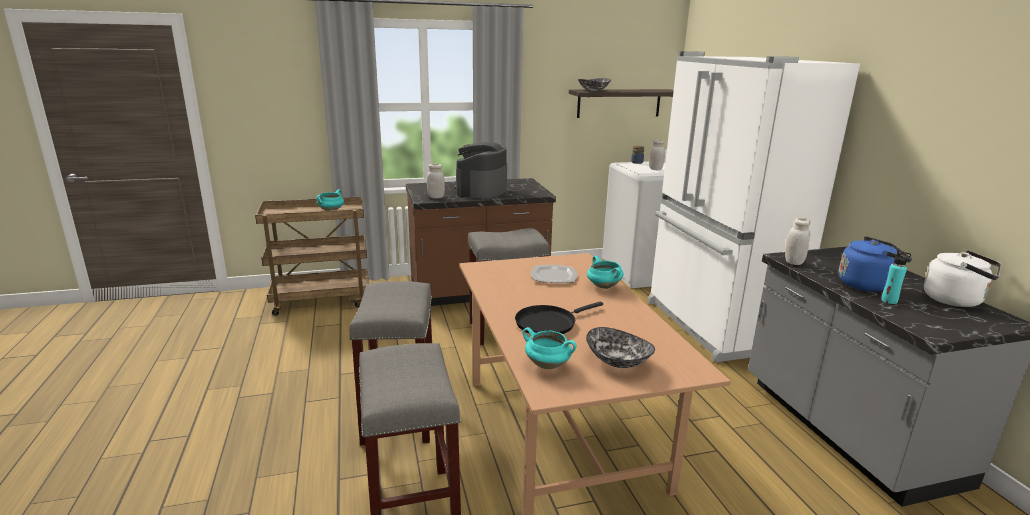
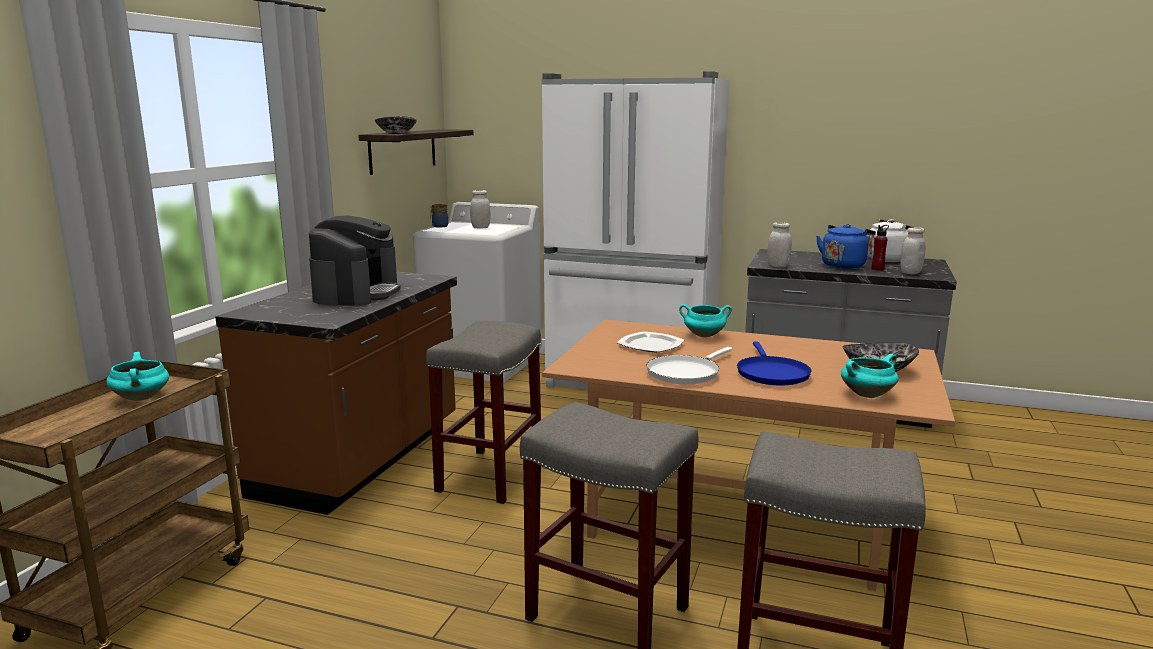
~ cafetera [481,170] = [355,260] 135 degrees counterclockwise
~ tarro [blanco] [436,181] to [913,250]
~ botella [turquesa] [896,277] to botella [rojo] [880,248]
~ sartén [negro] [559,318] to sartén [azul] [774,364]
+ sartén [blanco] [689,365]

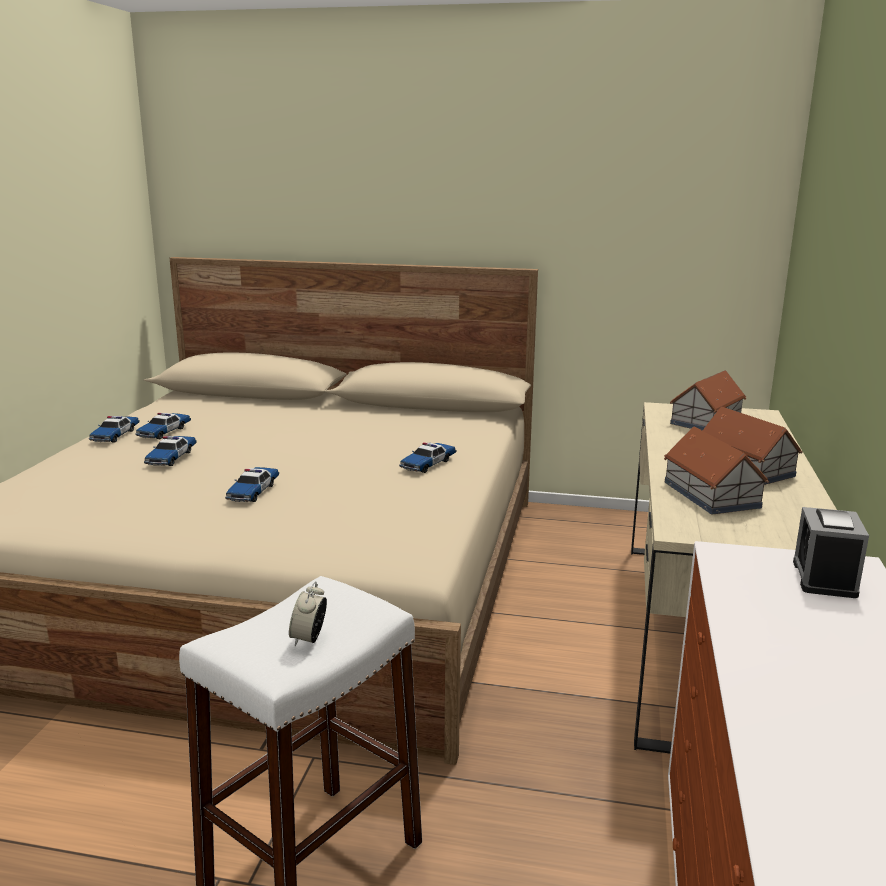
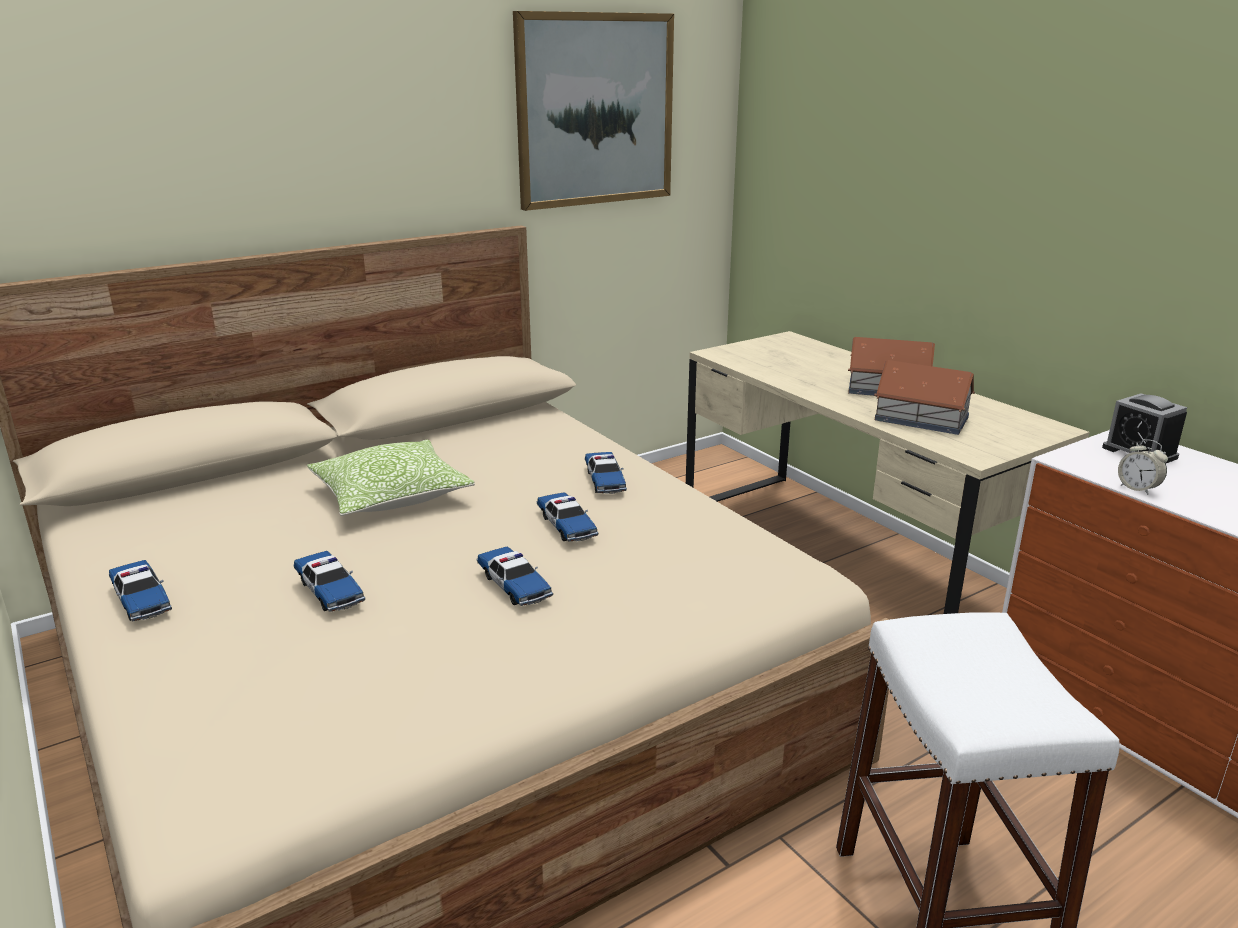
- casita [708,400]
~ coche de juguete [163,426] to [567,517]
~ despertador [308,613] to [1143,467]
+ cuadro [593,111]
+ cojín [391,477]

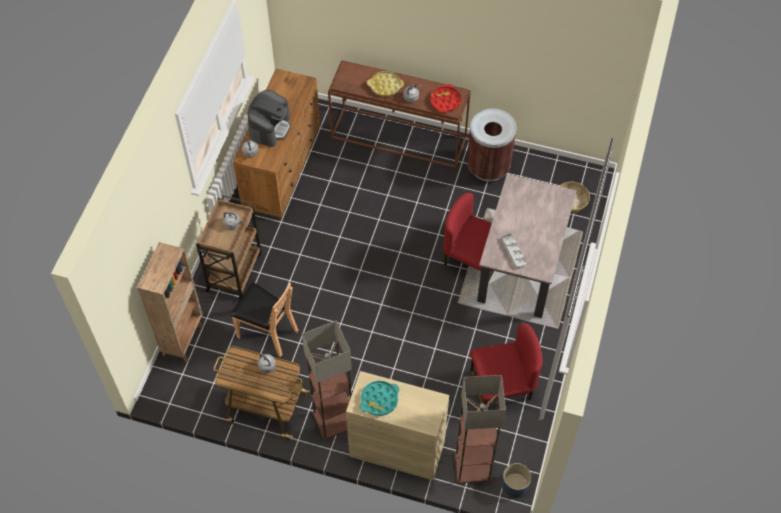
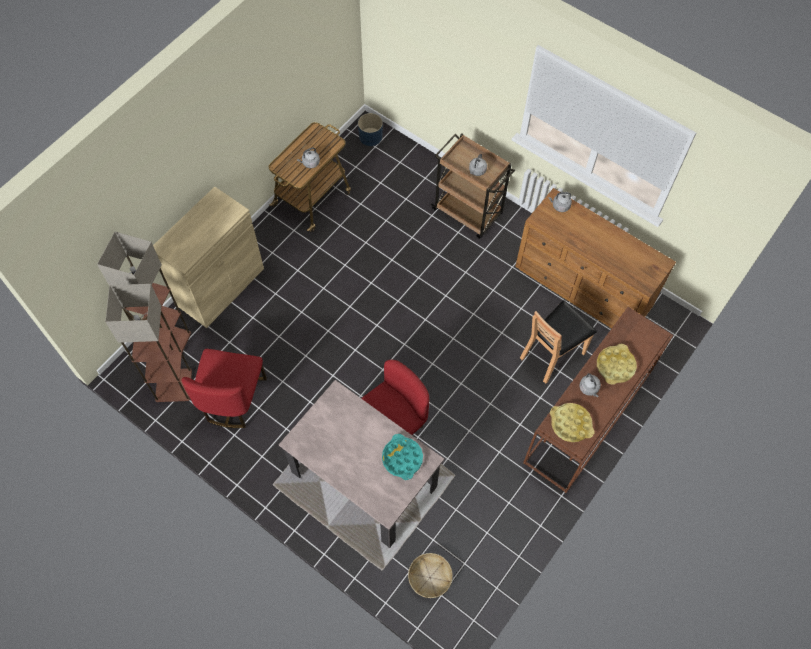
~ bandeja [rojo] [445,98] to bandeja [amarillo] [572,422]
- cafetera [269,118]
- papelera [marrón] [492,144]
- bandeja [gris] [514,251]
- estantería [marrón] [170,302]
~ silla [marrón] [264,319] to [558,342]
~ lámpara de pie [327,380] to [148,343]
~ bandeja [turquesa] [379,398] to [402,457]
~ maceta [azul] [516,480] to [370,129]

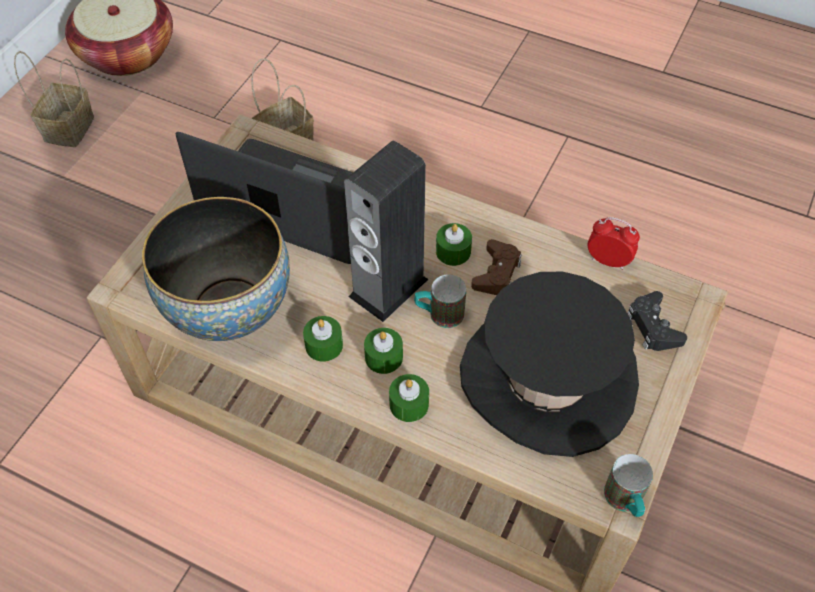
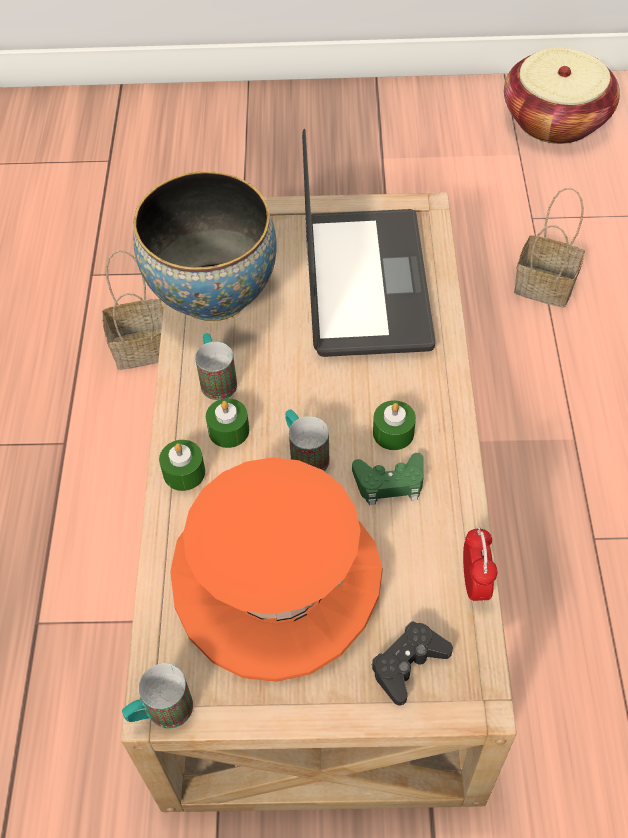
~ cesta [54,99] to [133,310]
- altavoz [386,231]
~ mando de consola [marrón] [496,267] to mando de consola [verde] [388,479]
~ sombrero [negro] [549,364] to sombrero [naranja] [276,569]
~ vela [verde] [323,339] to taza grande [216,366]

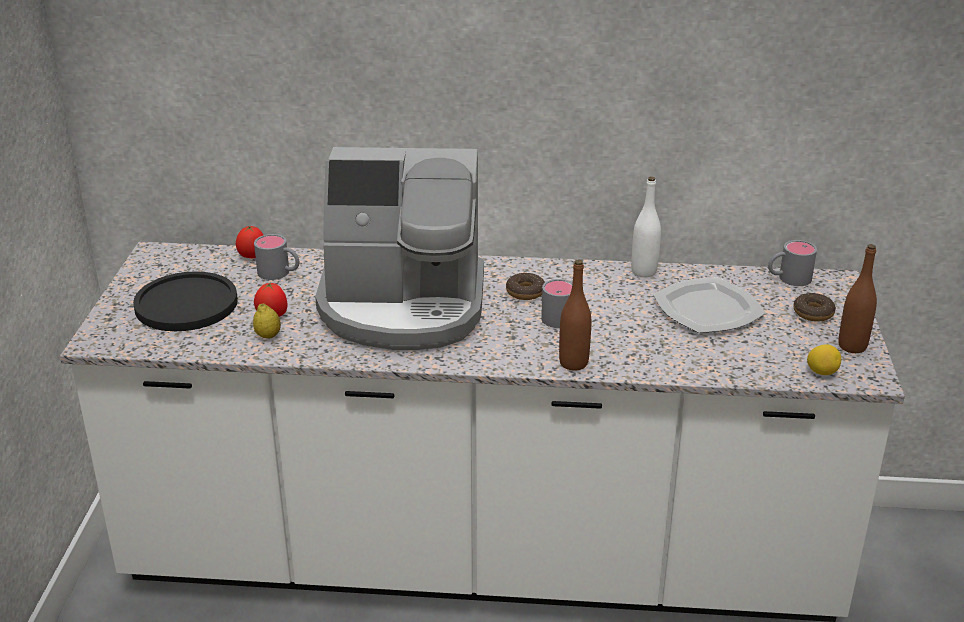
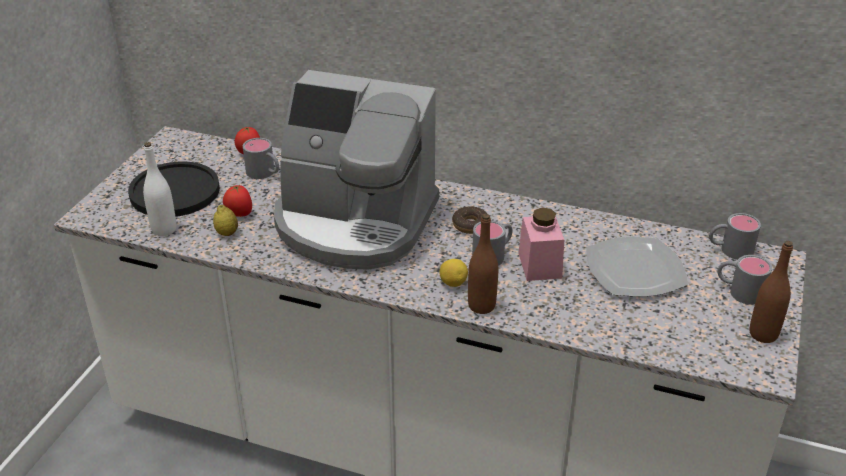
~ botella [blanco] [646,227] to [159,189]
~ rosquilla [814,307] to taza grande [gris] [744,280]
~ limón [824,359] to [453,273]
+ tarro [rosa] [541,244]

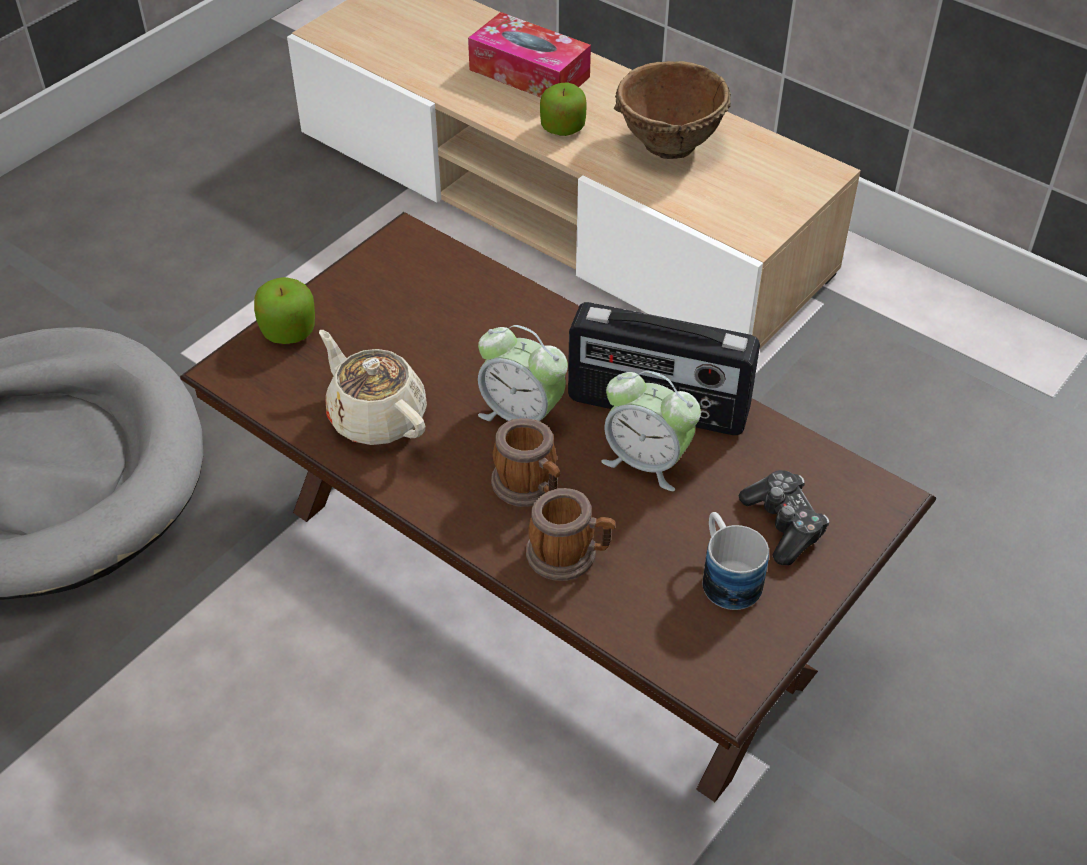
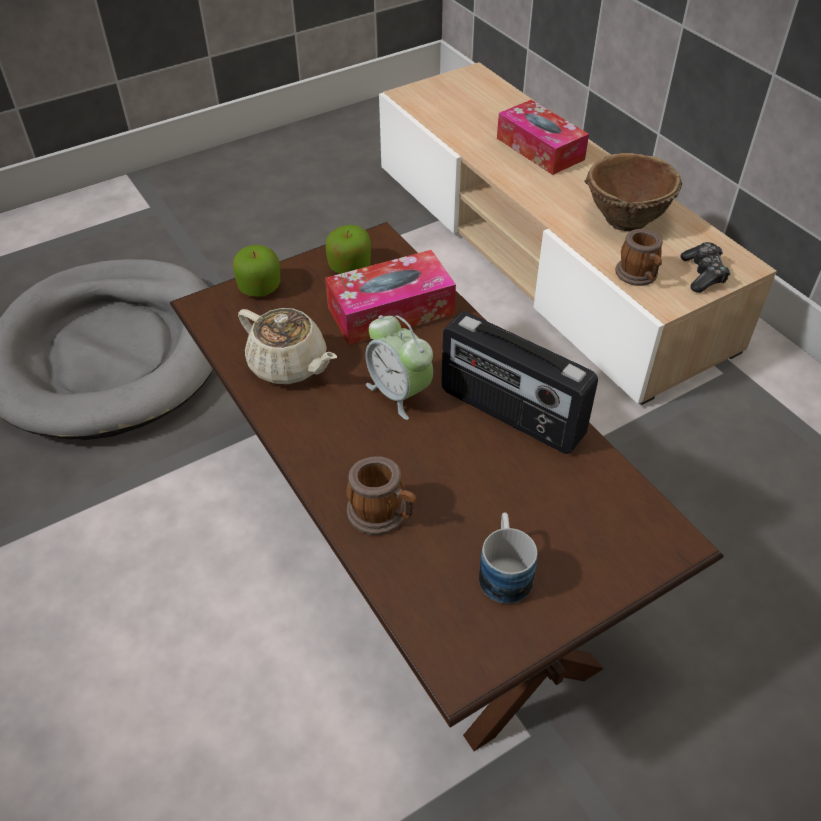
~ manzana [563,109] to [348,249]
~ tetera [beis] [373,387] = [287,346] 150 degrees clockwise
- despertador [651,431]
~ taza grande [525,462] to [639,257]
~ mando de consola [784,517] to [706,267]
+ caja de pañuelos [390,297]

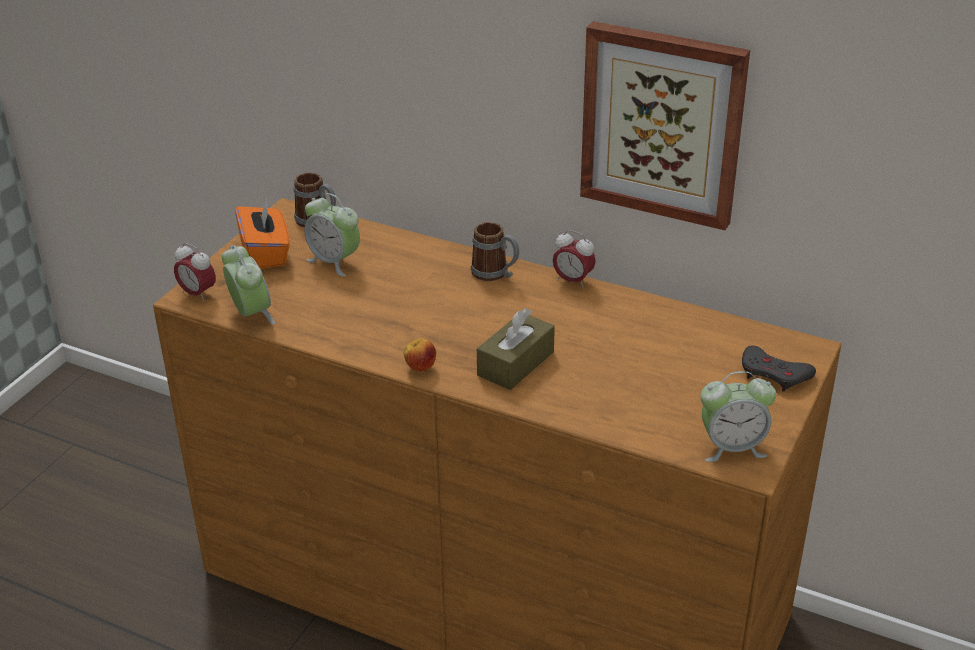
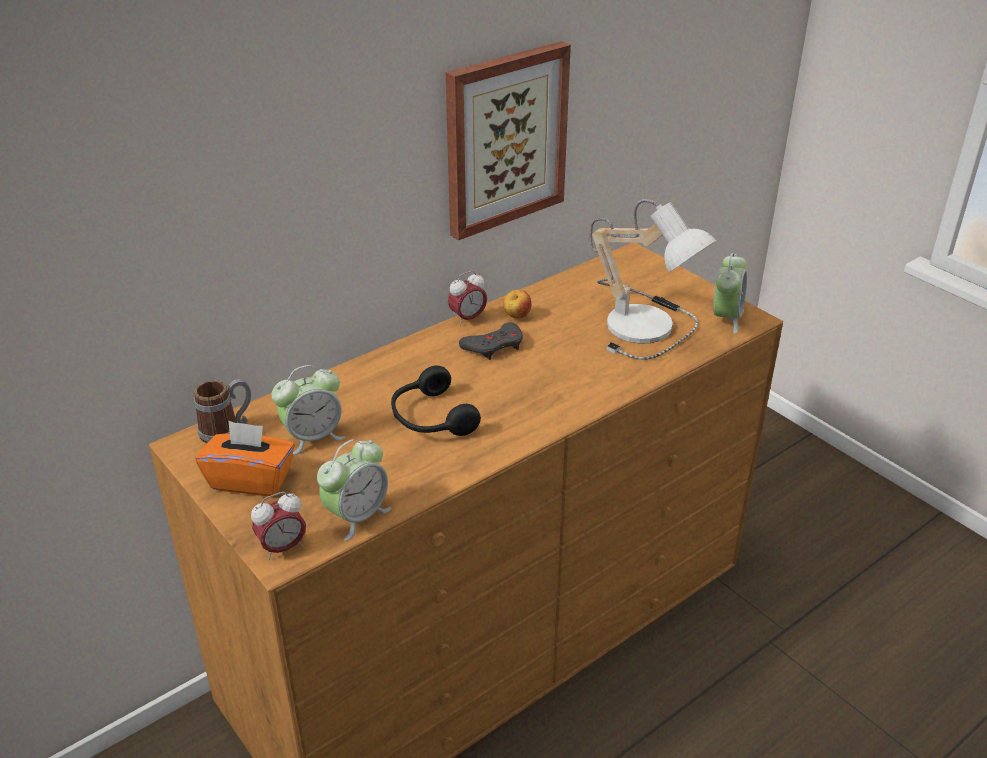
- taza grande [495,251]
~ despertador [248,284] = [354,490] 135 degrees clockwise
- caja de pañuelos [marrón] [516,349]
~ manzana [420,355] to [517,304]
~ mando de consola [gris] [779,368] to [491,341]
+ lámpara de mesa [652,279]
+ auriculares [negro] [436,401]

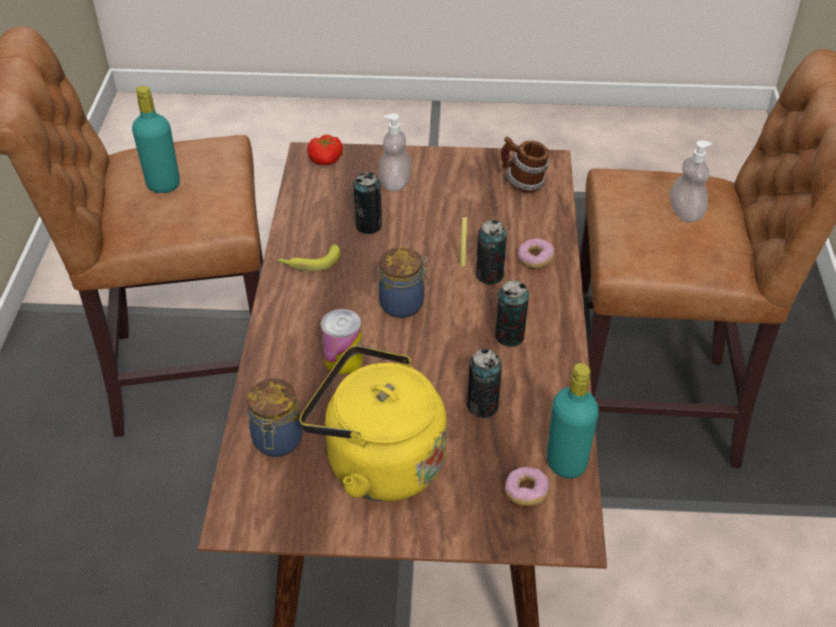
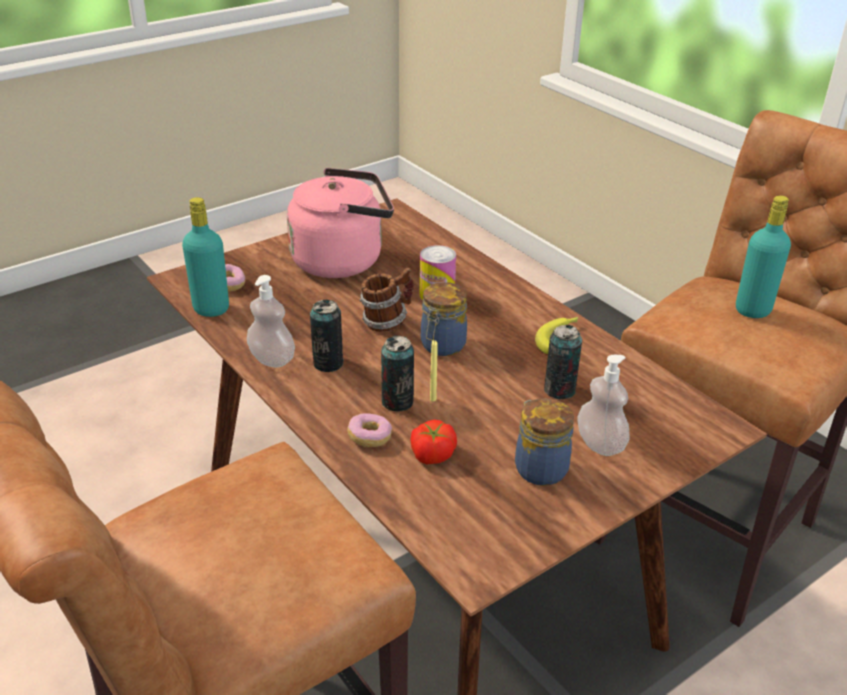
~ tomate [325,150] to [433,442]
~ taza grande [525,165] to [387,300]
~ dispensador de jabón [691,181] to [271,321]
~ hervidor [amarillo] [373,423] to hervidor [rosa] [340,223]
- lata [484,383]
~ tarro [274,418] to [544,442]

